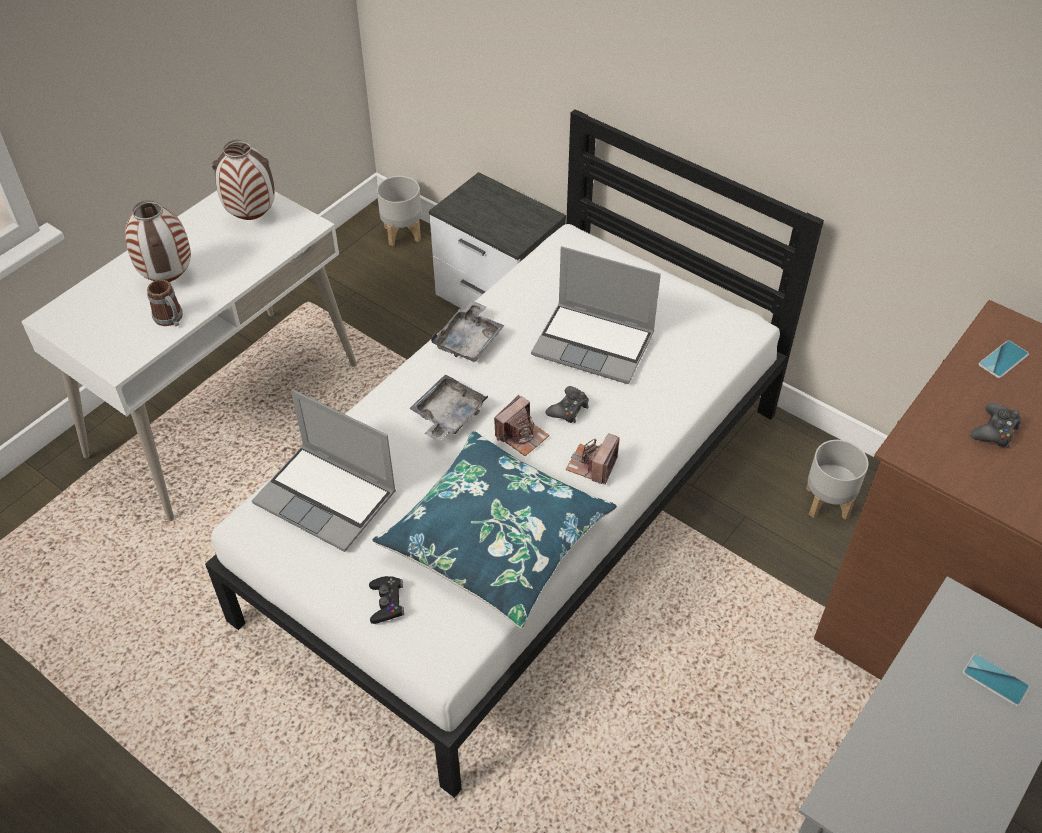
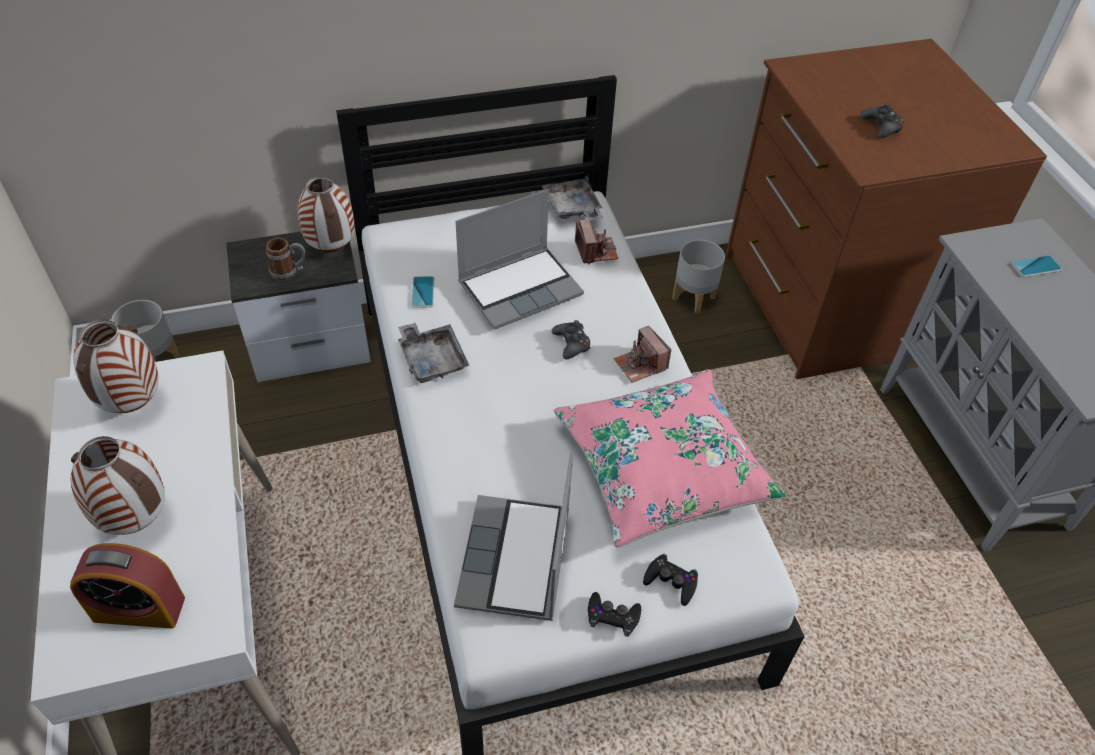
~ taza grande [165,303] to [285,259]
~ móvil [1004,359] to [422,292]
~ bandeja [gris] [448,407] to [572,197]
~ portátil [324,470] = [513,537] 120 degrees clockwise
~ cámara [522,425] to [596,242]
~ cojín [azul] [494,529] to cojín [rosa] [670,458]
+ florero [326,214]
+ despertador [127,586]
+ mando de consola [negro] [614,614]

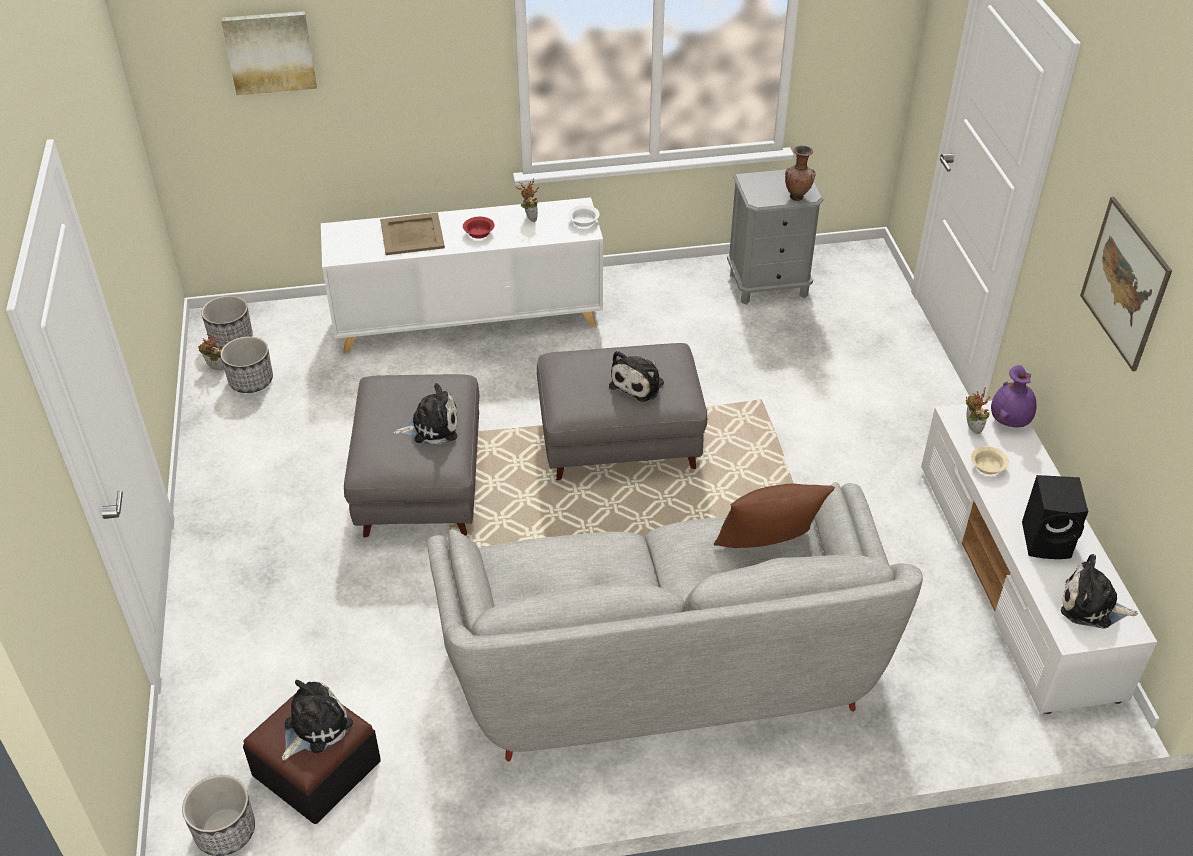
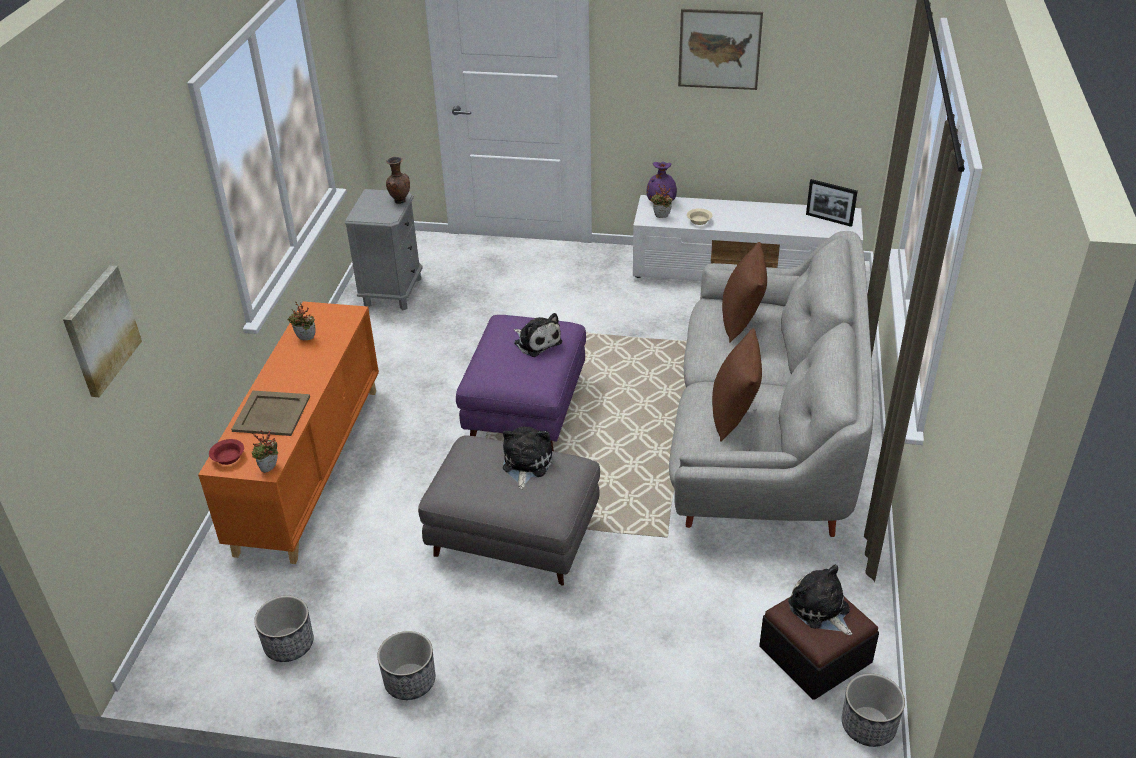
~ armario [blanco] [462,275] to armario [naranja] [288,432]
- cuenco [blanco] [584,216]
~ cuenco [rojo] [479,228] to [226,452]
~ maceta [227,322] to [406,665]
~ planta en maceta [211,350] to [265,451]
~ puf [gris] [622,411] to puf [morado] [521,383]
- altavoz [negro] [1055,517]
~ peluche [1099,591] to portarretratos [832,203]
+ cojín [marrón] [737,385]

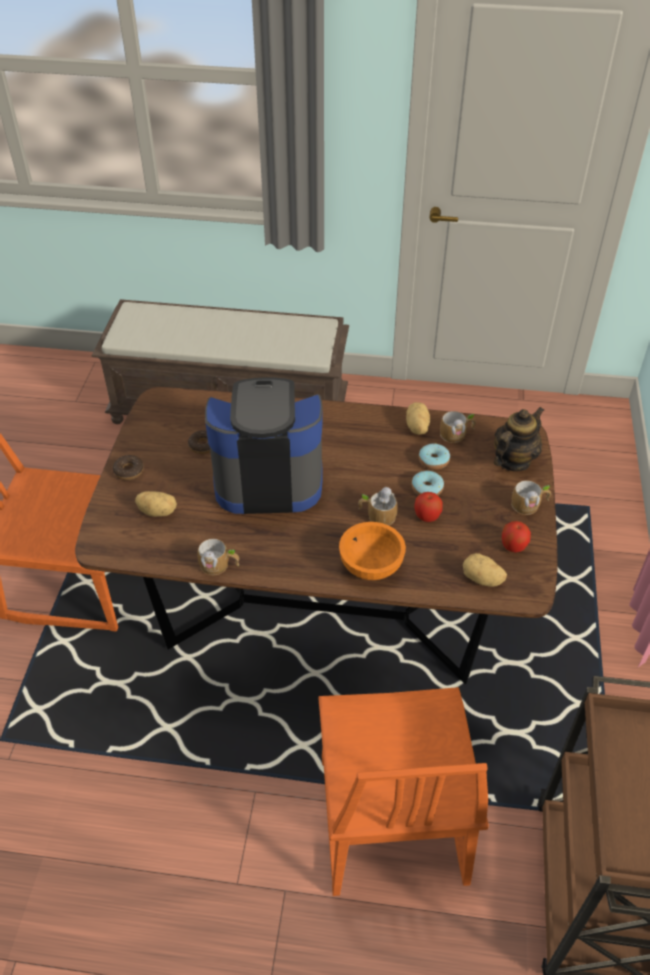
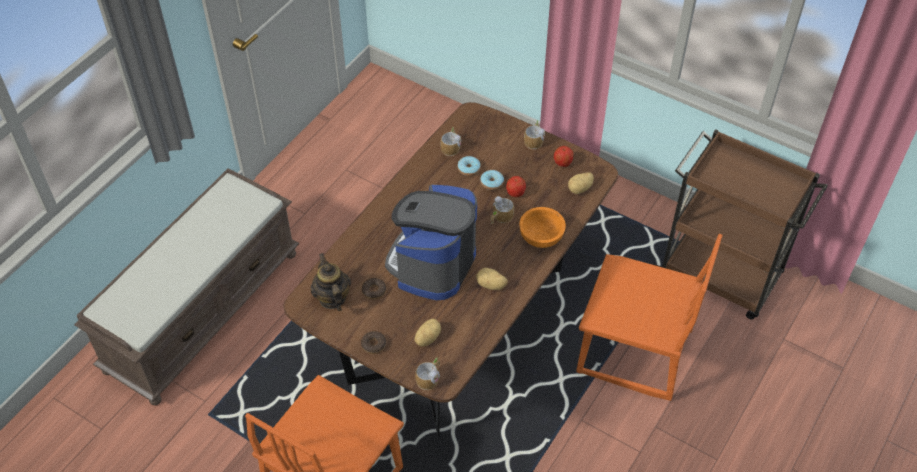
~ patata [418,418] to [492,279]
~ tetera [519,439] to [331,282]
~ taza grande [218,557] to [427,373]

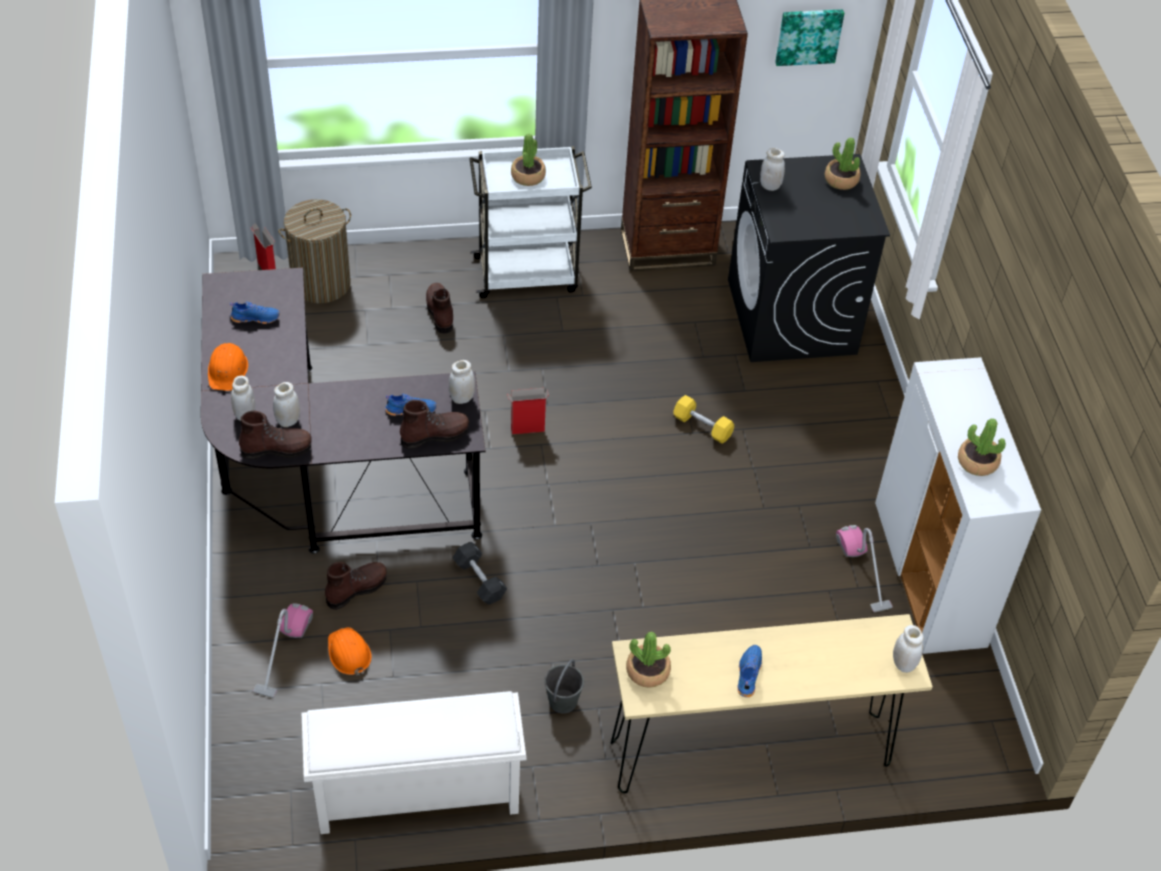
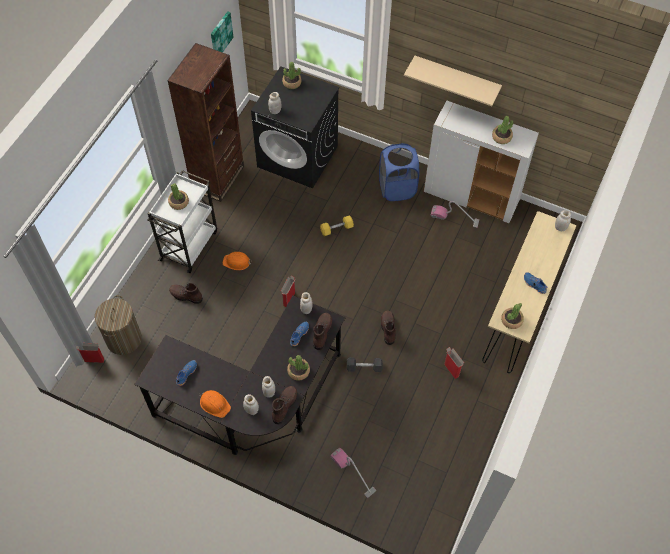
~ bota [marrón] [356,586] to [388,327]
~ casco [naranja] [350,651] to [237,261]
~ cubo [gris] [564,686] to caja de cartón [454,363]
- zapatero [blanco] [414,762]
+ estante [beis] [453,81]
+ cesto de la ropa [azul] [399,172]
+ planta en maceta [298,368]

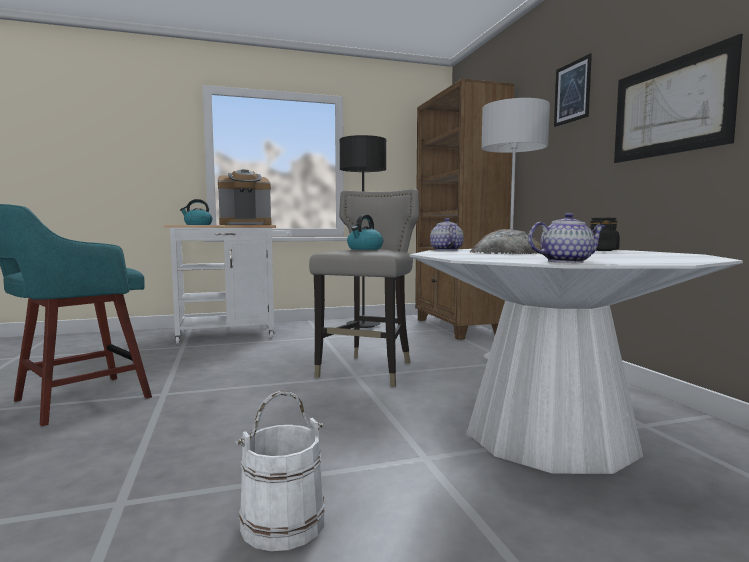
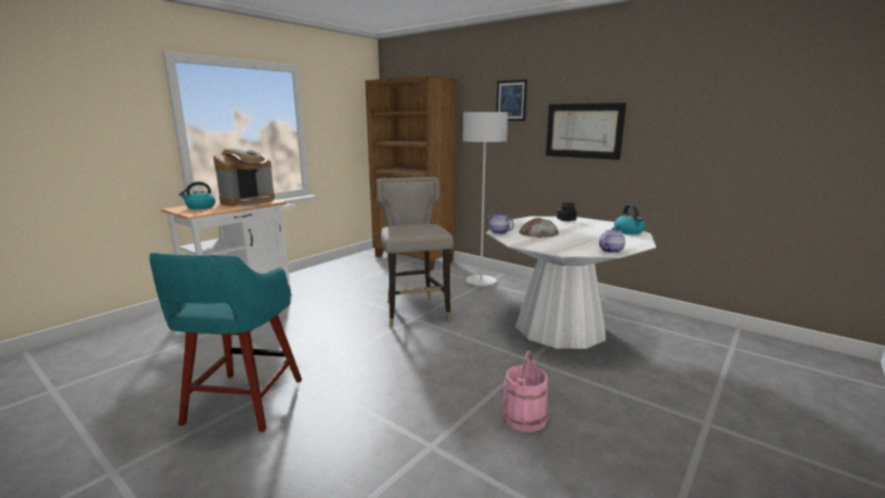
- lámpara de pie [negro] [363,231]
~ hervidor [365,232] to [629,219]
~ cubo [blanco] [280,471] to cubo [rosa] [525,391]

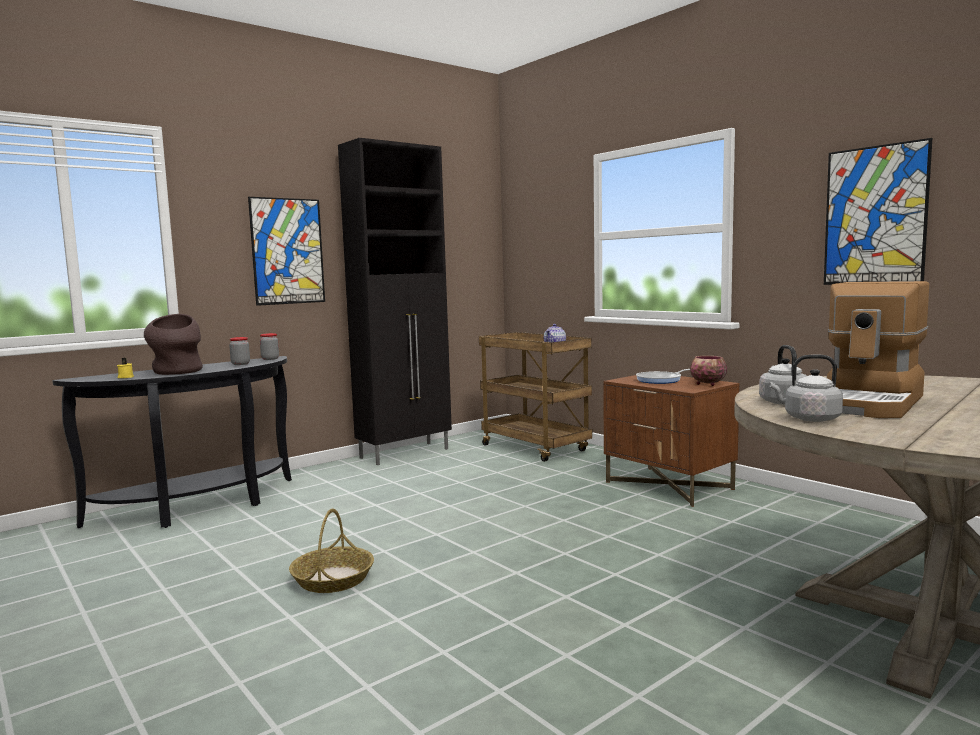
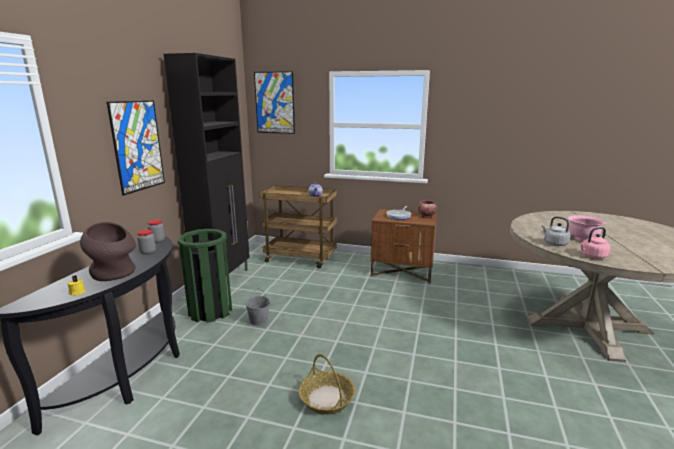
~ cuadro [878,211] to [274,102]
~ cafetera [878,349] to cuenco [rosa] [587,228]
~ hervidor [gris] [806,388] to hervidor [rosa] [595,243]
+ papelera [verde] [205,276]
+ cubo [gris] [257,307]

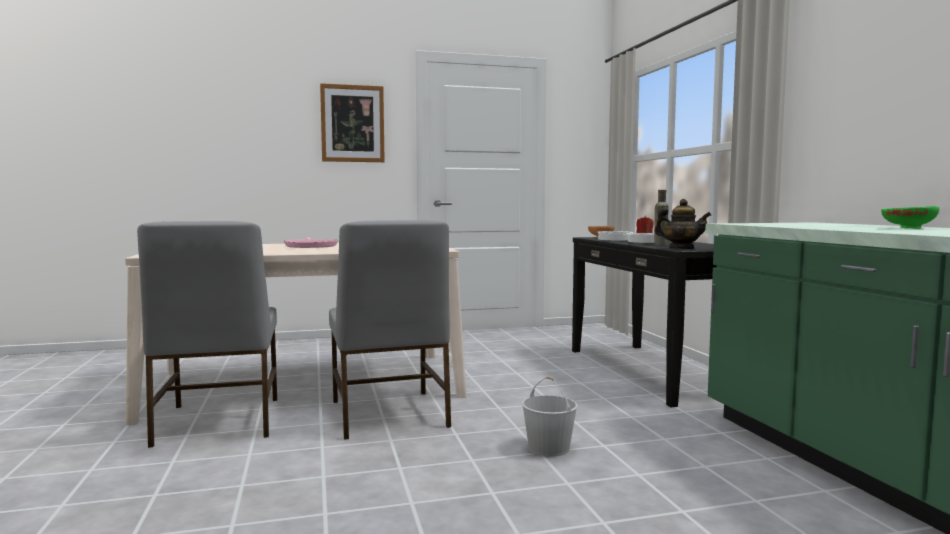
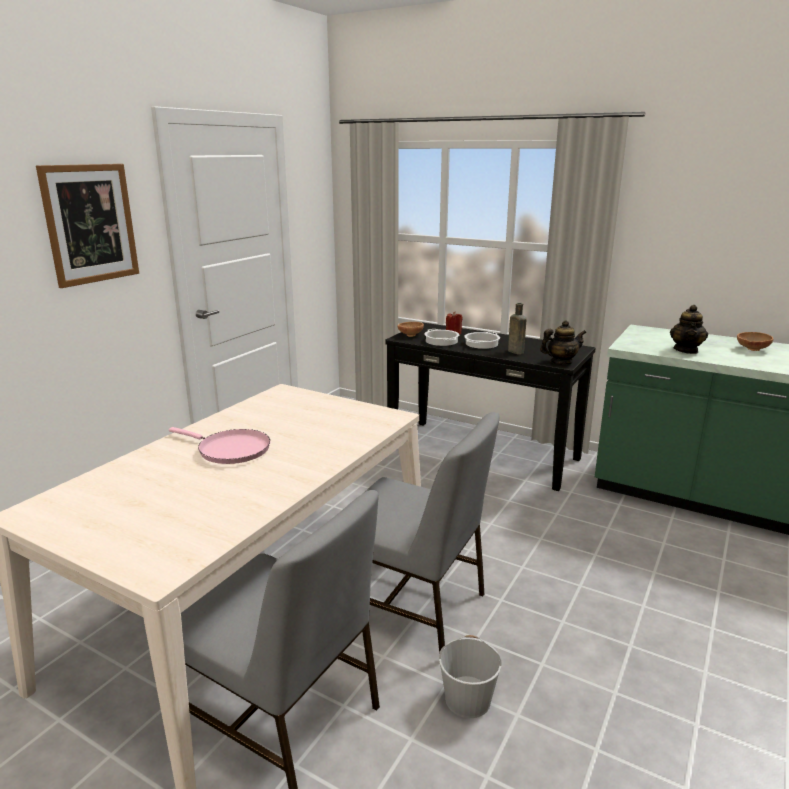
~ cuenco [verde] [910,217] to cuenco [marrón] [755,341]
~ cubo [blanco] [550,417] to [470,676]
+ tetera [689,329]

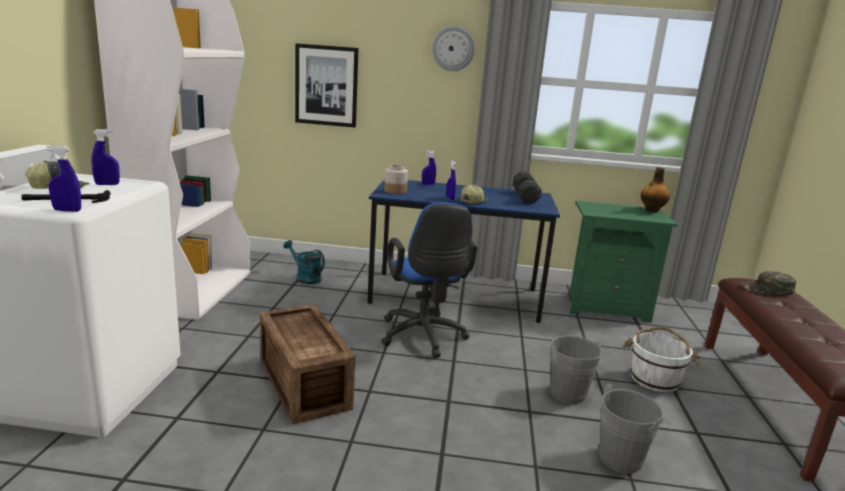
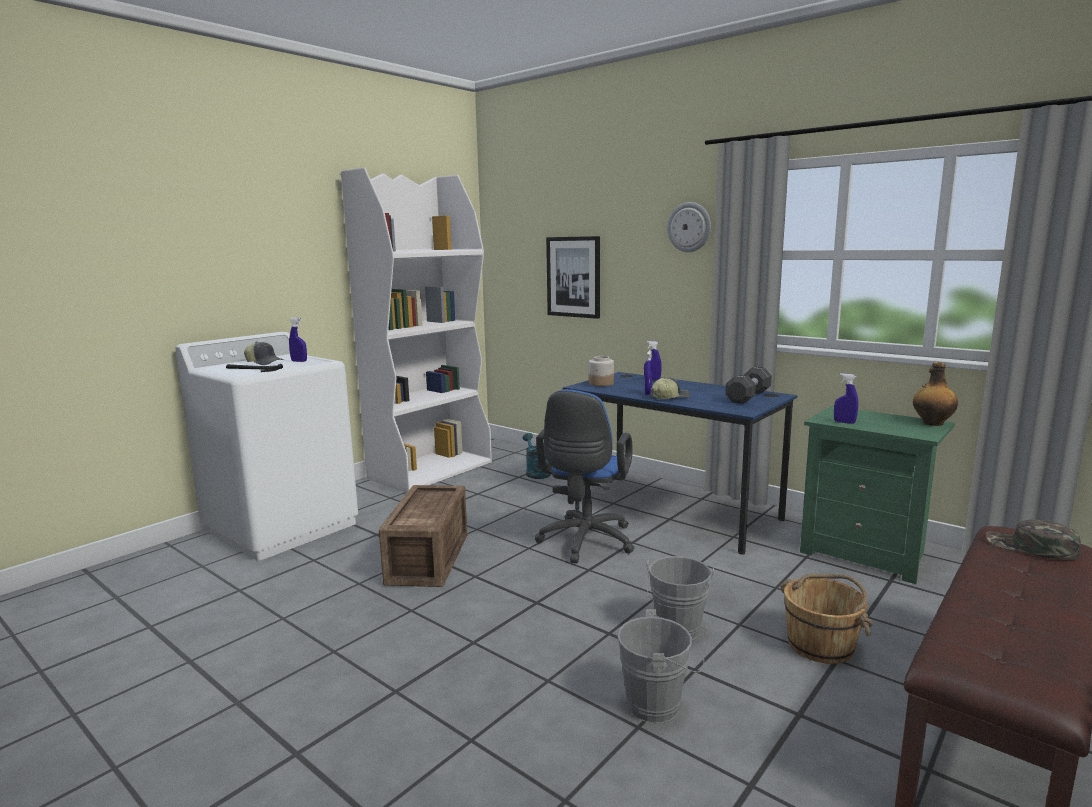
~ pulverizador [azul] [64,178] to [846,398]
~ cubo [blanco] [661,359] to cubo [marrón] [826,619]

